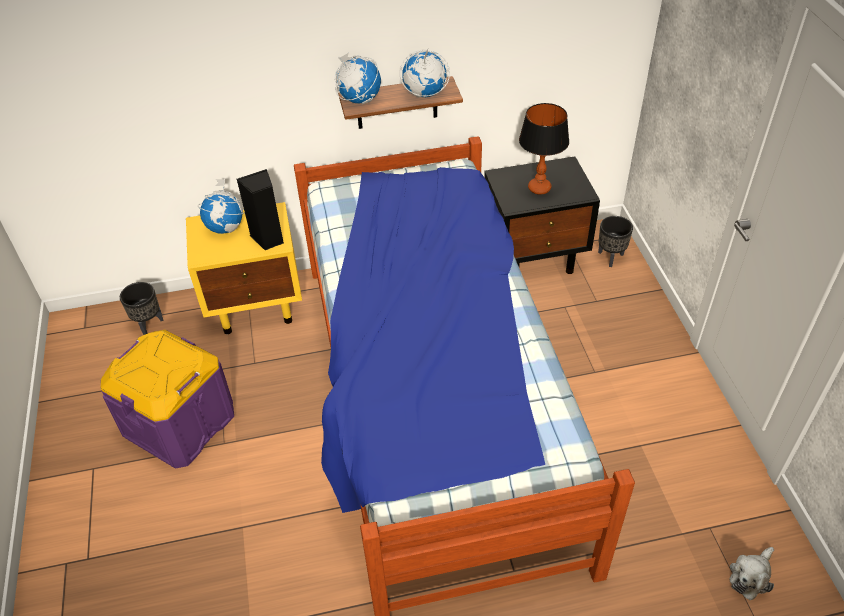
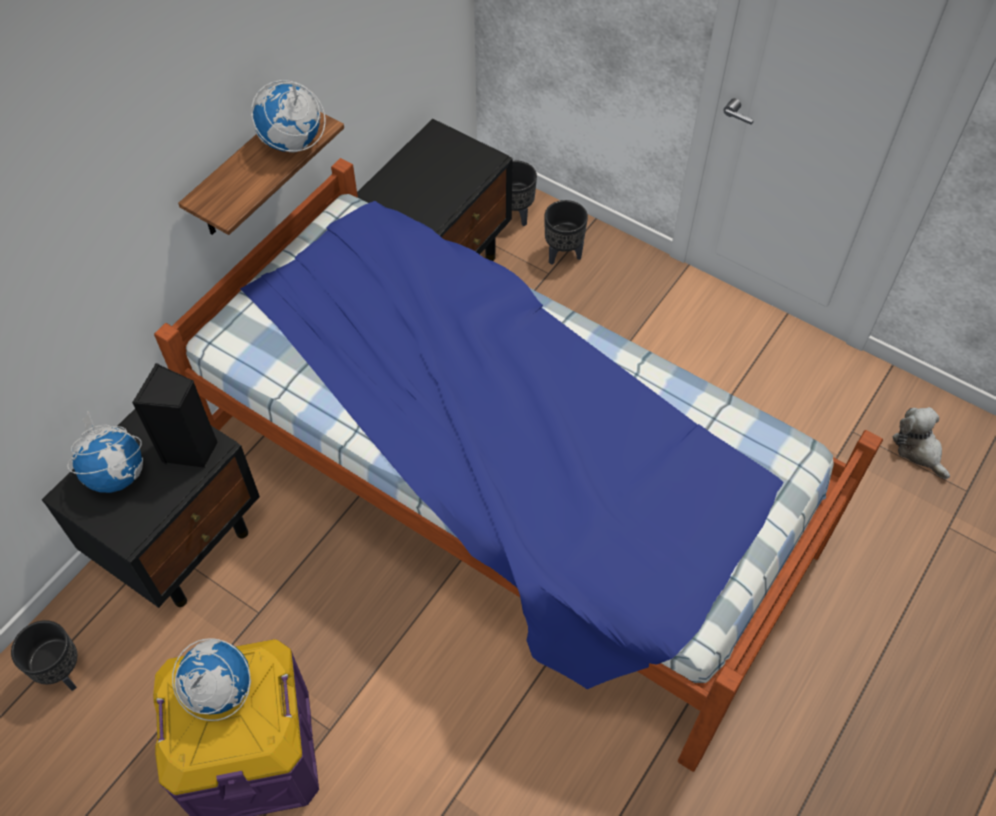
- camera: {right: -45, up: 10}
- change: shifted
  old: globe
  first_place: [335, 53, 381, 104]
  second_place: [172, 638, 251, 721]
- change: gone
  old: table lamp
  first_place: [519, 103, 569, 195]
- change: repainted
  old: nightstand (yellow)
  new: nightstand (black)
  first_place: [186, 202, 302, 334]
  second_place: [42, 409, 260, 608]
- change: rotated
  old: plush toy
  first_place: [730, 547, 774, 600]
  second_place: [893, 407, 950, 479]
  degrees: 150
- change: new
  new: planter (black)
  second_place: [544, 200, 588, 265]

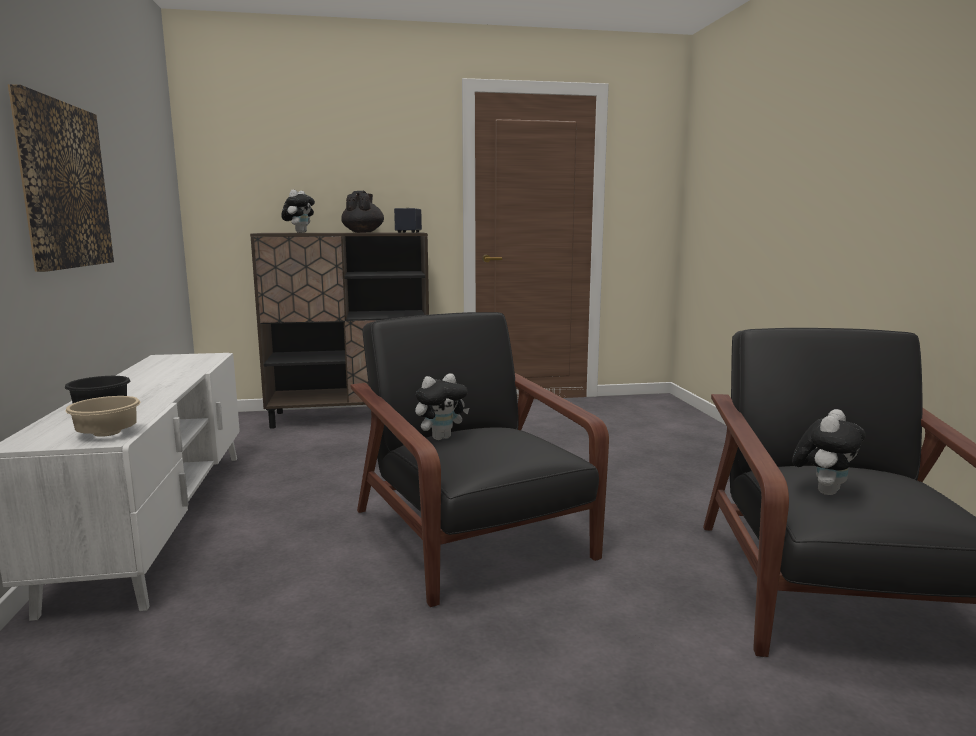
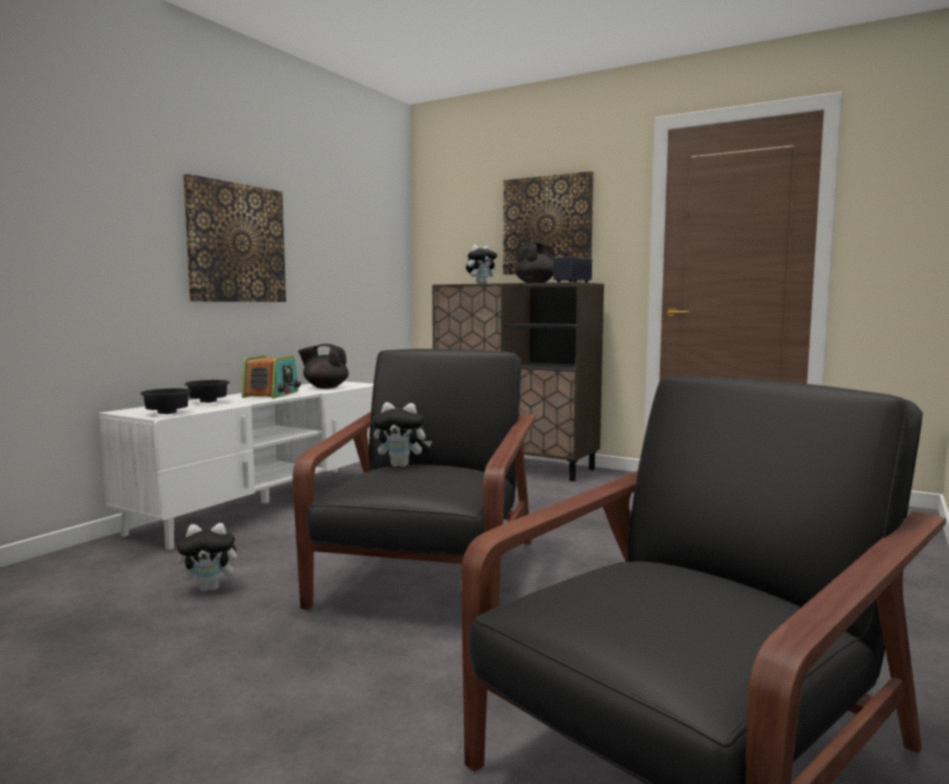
- camera: {right: 40, up: -5}
- change: repainted
  old: bowl (beige)
  new: bowl (black)
  first_place: [66, 396, 140, 437]
  second_place: [140, 388, 191, 414]
- change: shifted
  old: plush toy
  first_place: [792, 409, 866, 495]
  second_place: [177, 523, 244, 591]
- change: new
  new: picture
  second_place: [503, 171, 594, 275]
- change: new
  new: teapot (black)
  second_place: [298, 344, 349, 389]
- change: new
  new: radio
  second_place: [242, 355, 301, 399]

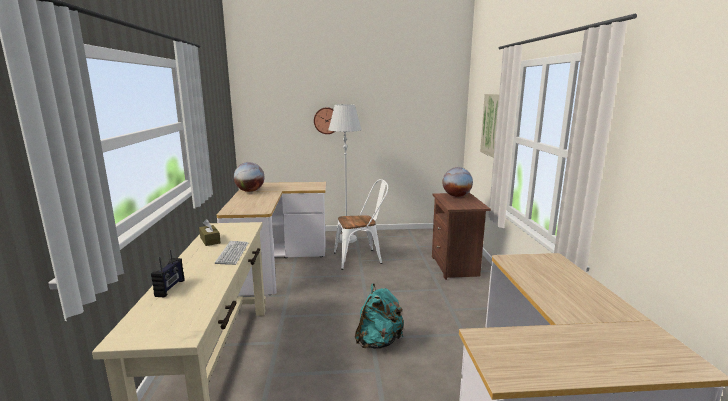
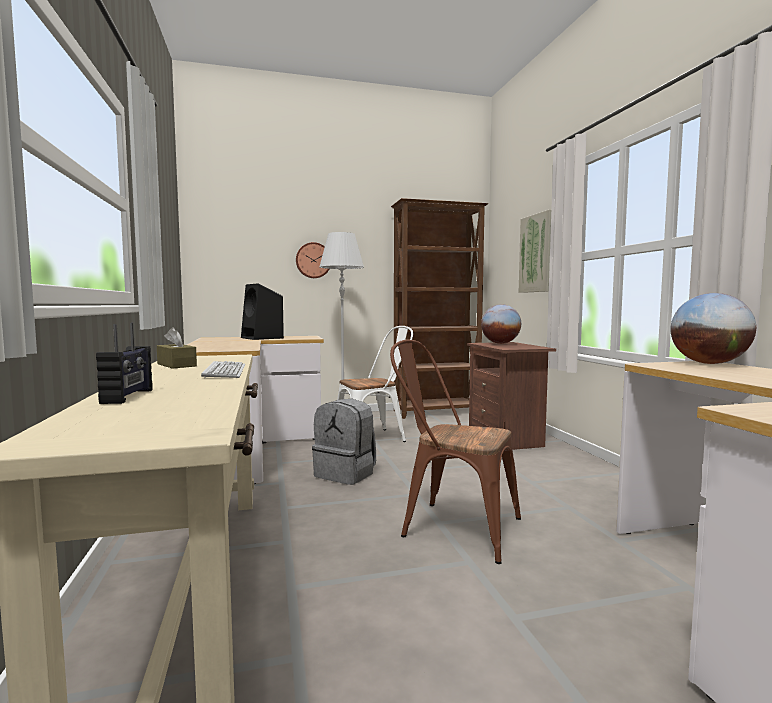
- camera: {right: -10, up: -10}
- change: shifted
  old: globe
  first_place: [234, 162, 264, 192]
  second_place: [670, 293, 756, 364]
- change: swapped
  old: backpack (turquoise)
  new: chair (brown)
  first_place: [355, 283, 404, 349]
  second_place: [390, 340, 521, 564]
- change: new
  new: bookcase (brown)
  second_place: [391, 198, 489, 419]
- change: new
  new: speaker (black)
  second_place: [241, 283, 284, 340]
- change: new
  new: backpack (grey)
  second_place: [312, 399, 376, 485]

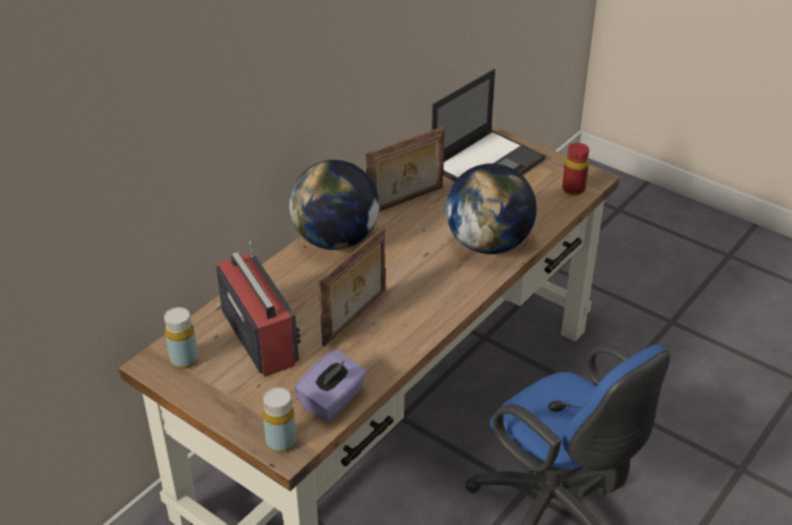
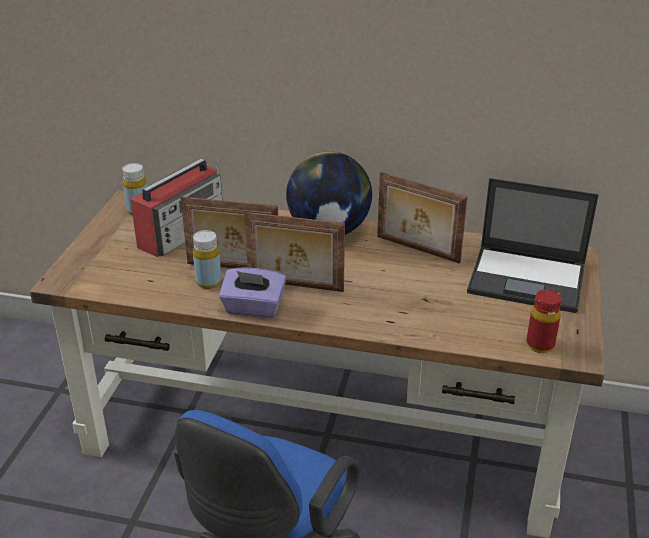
- camera: {right: 65, up: -5}
- change: gone
  old: globe
  first_place: [446, 163, 537, 254]
- change: shifted
  old: tissue box (purple)
  first_place: [294, 349, 367, 422]
  second_place: [219, 268, 286, 318]
- change: shifted
  old: bottle (yellow)
  first_place: [263, 388, 296, 453]
  second_place: [193, 230, 221, 289]
- change: new
  new: picture frame
  second_place: [244, 212, 345, 292]

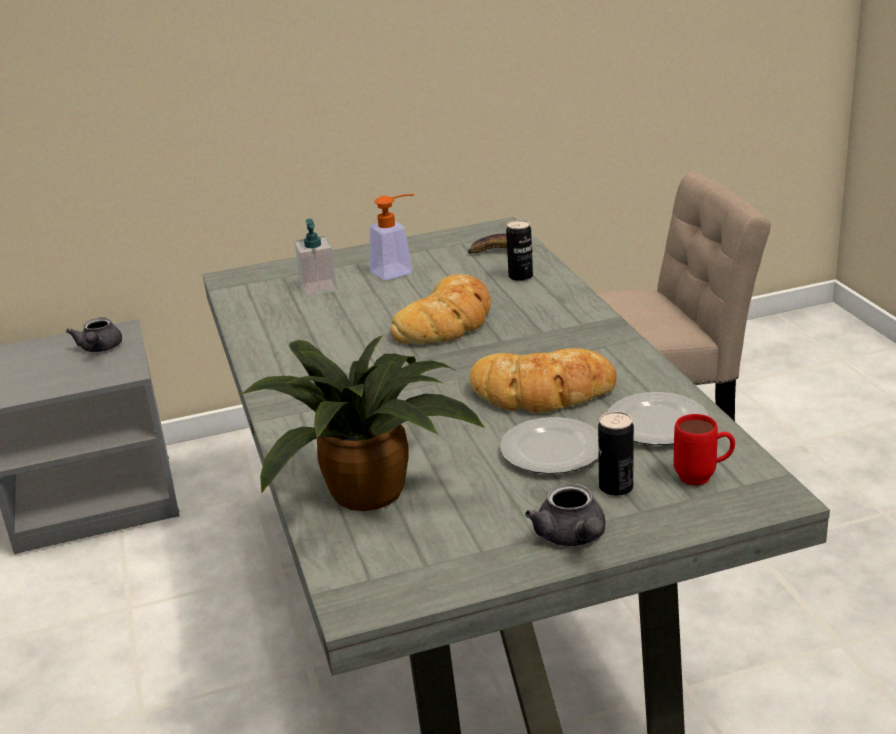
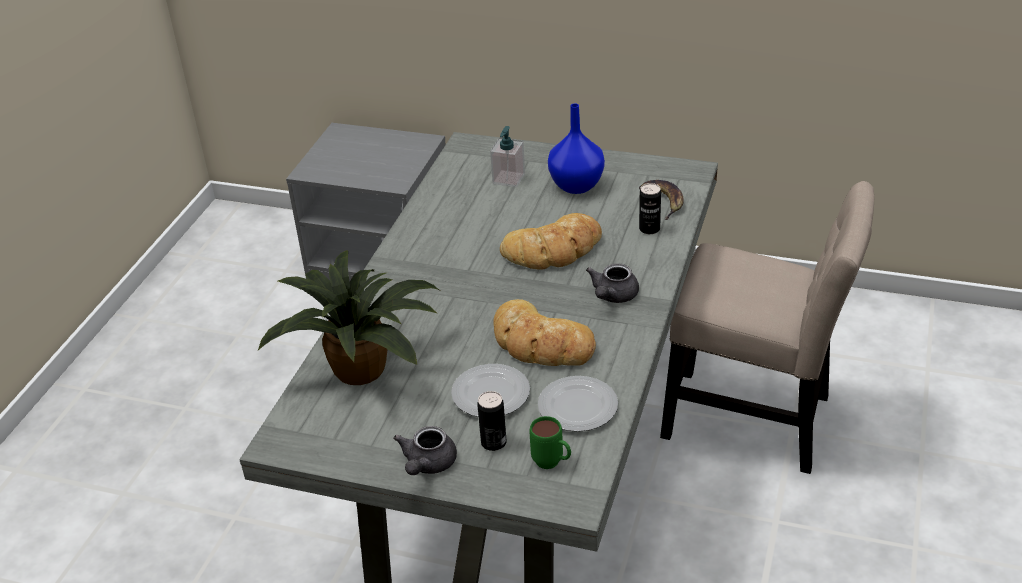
- camera: {right: 35, up: 10}
- change: swapped
  old: soap dispenser
  new: vase (blue)
  first_place: [370, 194, 414, 280]
  second_place: [548, 103, 605, 194]
- change: shifted
  old: teapot (grey)
  first_place: [66, 318, 122, 352]
  second_place: [586, 263, 639, 303]
- change: repainted
  old: mug (red)
  new: mug (green)
  first_place: [674, 414, 735, 486]
  second_place: [530, 416, 571, 469]

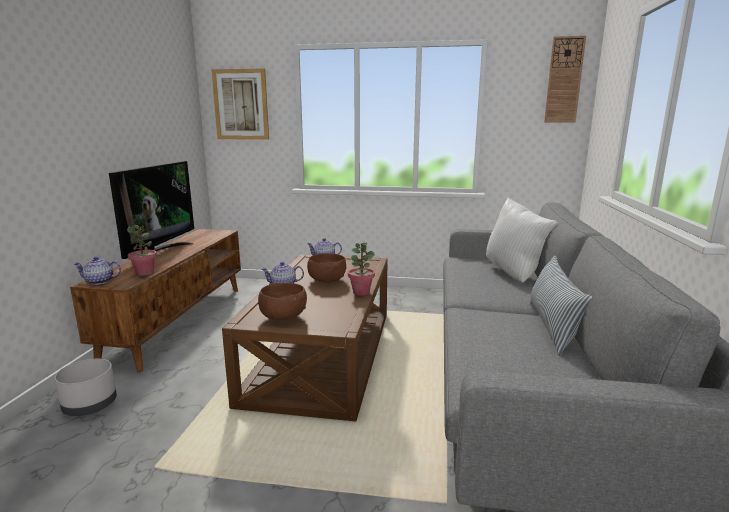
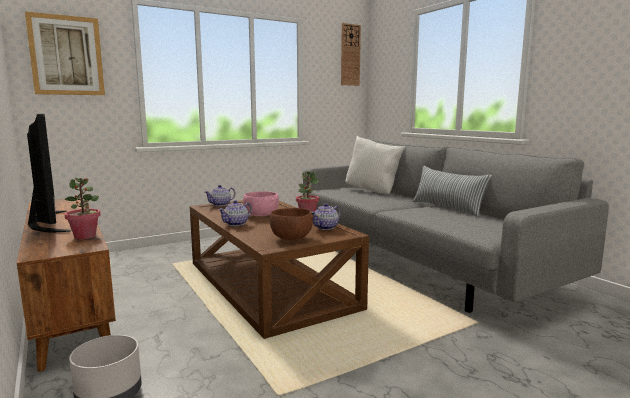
- camera: {right: -40, up: -5}
- change: repainted
  old: bowl (brown)
  new: bowl (pink)
  first_place: [307, 253, 346, 282]
  second_place: [243, 191, 279, 216]
- change: shifted
  old: teapot
  first_place: [74, 256, 121, 285]
  second_place: [312, 203, 341, 230]

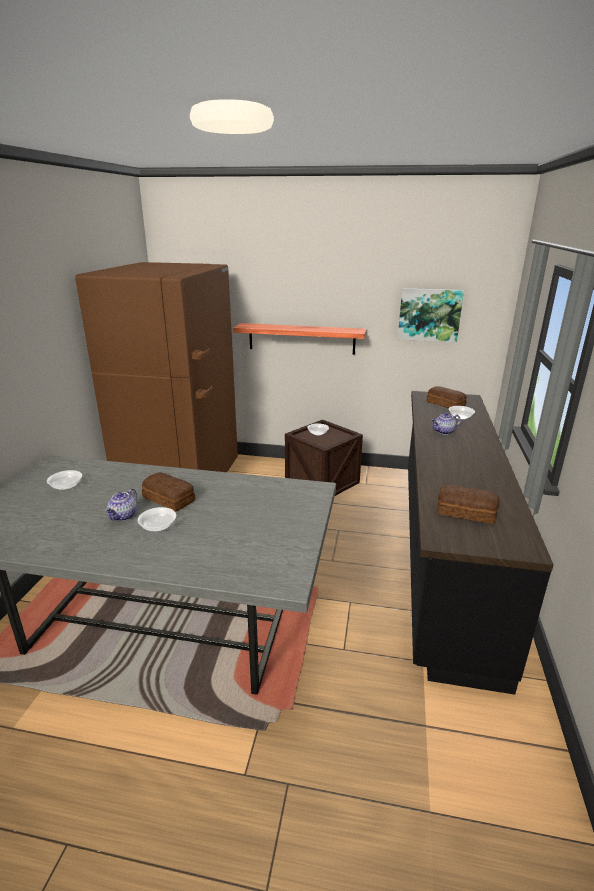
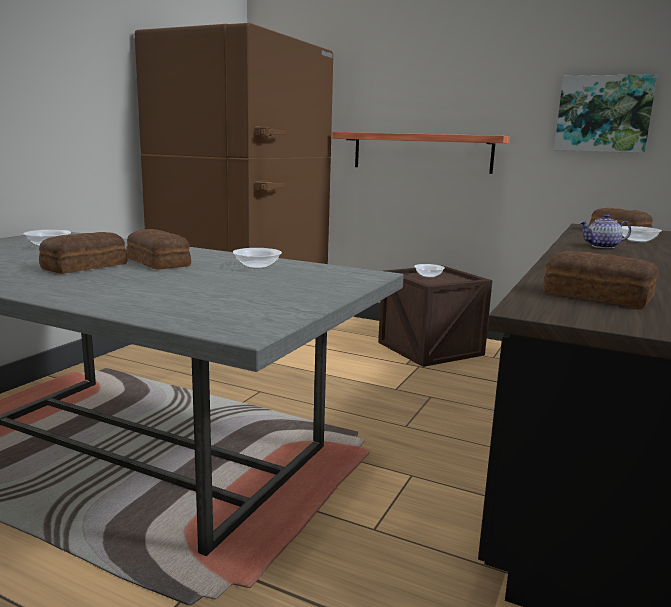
- camera: {right: 15, up: -10}
- change: swapped
  old: teapot
  new: bread
  first_place: [105, 488, 137, 521]
  second_place: [39, 232, 127, 274]
- change: shifted
  old: bowl
  first_place: [138, 507, 176, 532]
  second_place: [233, 248, 282, 269]

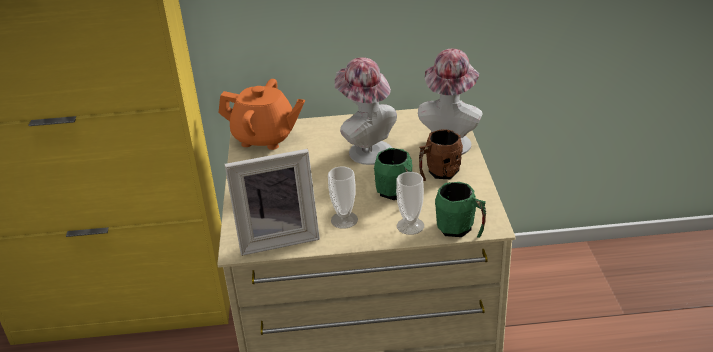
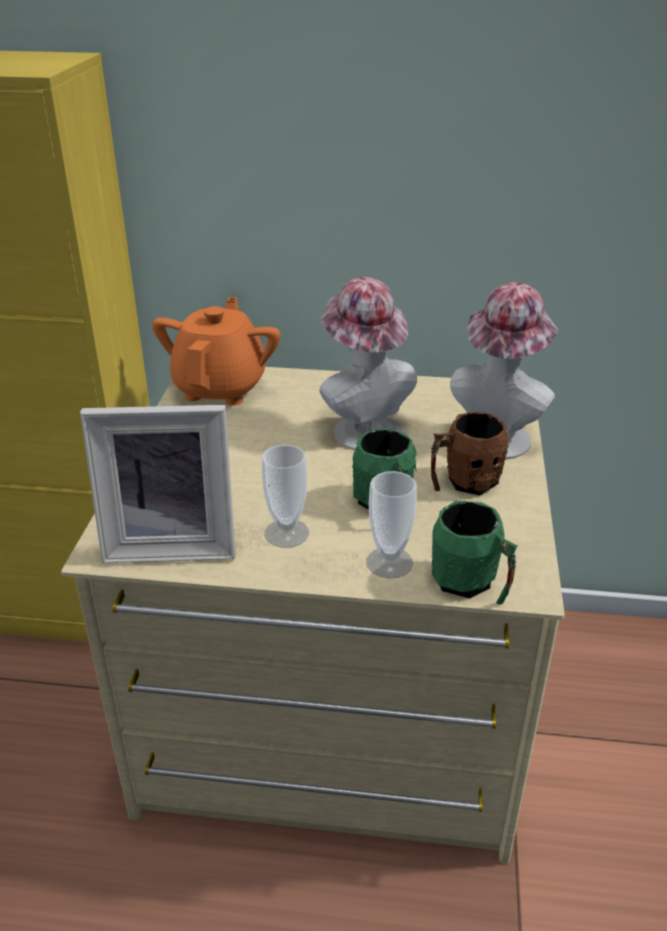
- camera: {right: 10, up: 0}
- change: rotated
  old: teapot (orange)
  first_place: [218, 79, 305, 150]
  second_place: [152, 297, 280, 405]
  degrees: -105

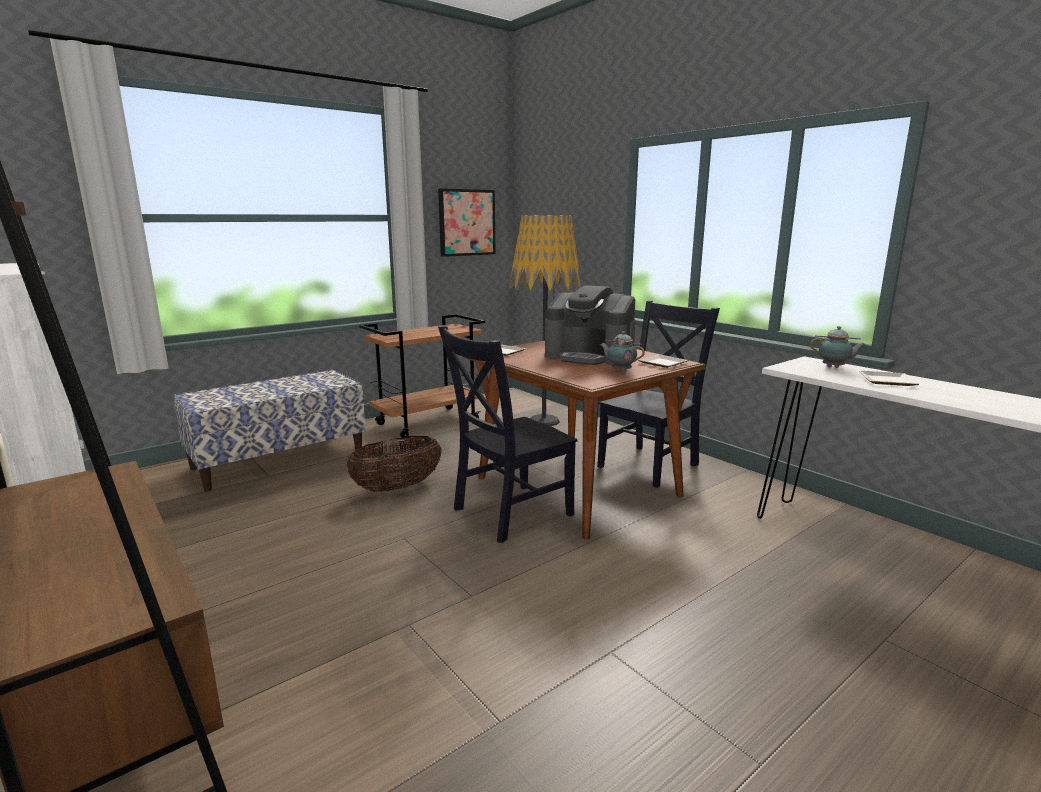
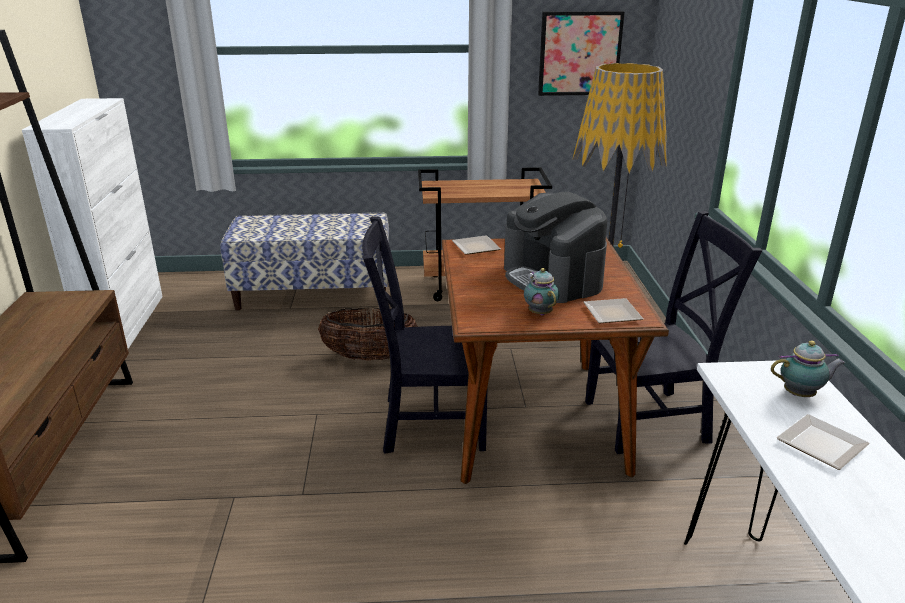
- camera: {right: 35, up: 10}
- change: rotated
  old: teapot
  first_place: [810, 326, 866, 368]
  second_place: [771, 340, 845, 397]
  degrees: -60

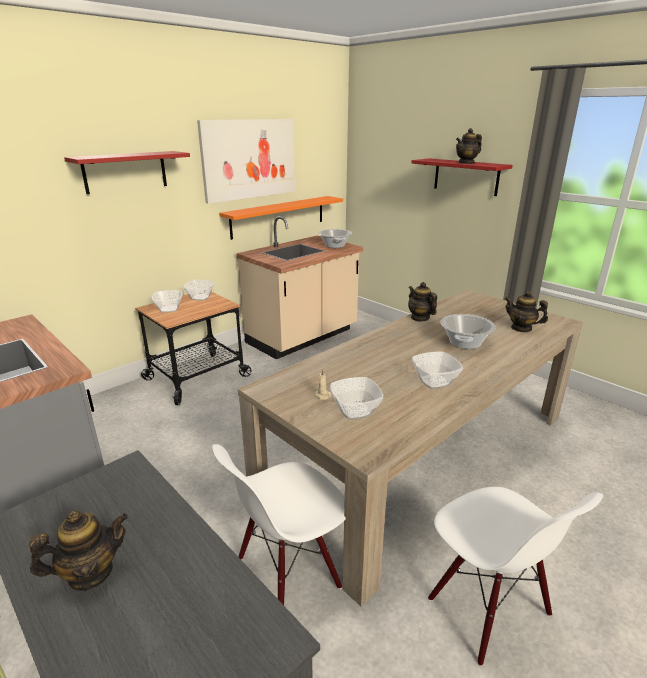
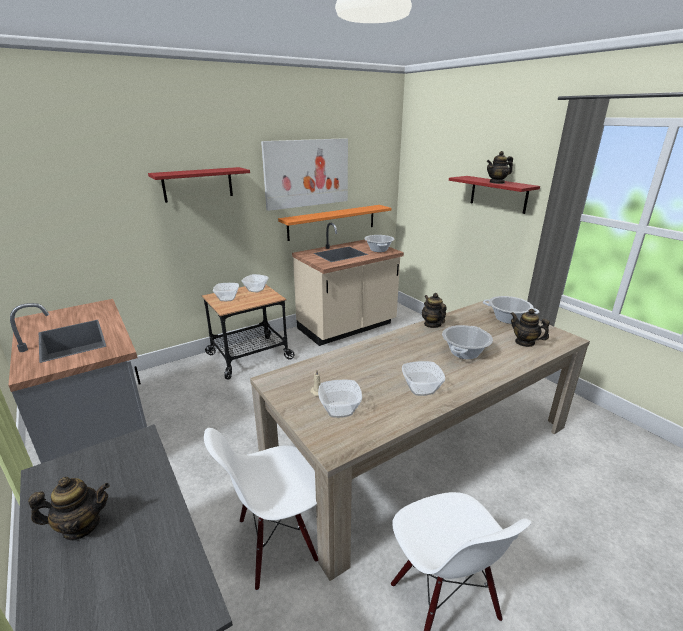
- camera: {right: 10, up: 0}
- change: new
  new: cooking pot
  second_place: [483, 296, 539, 324]

